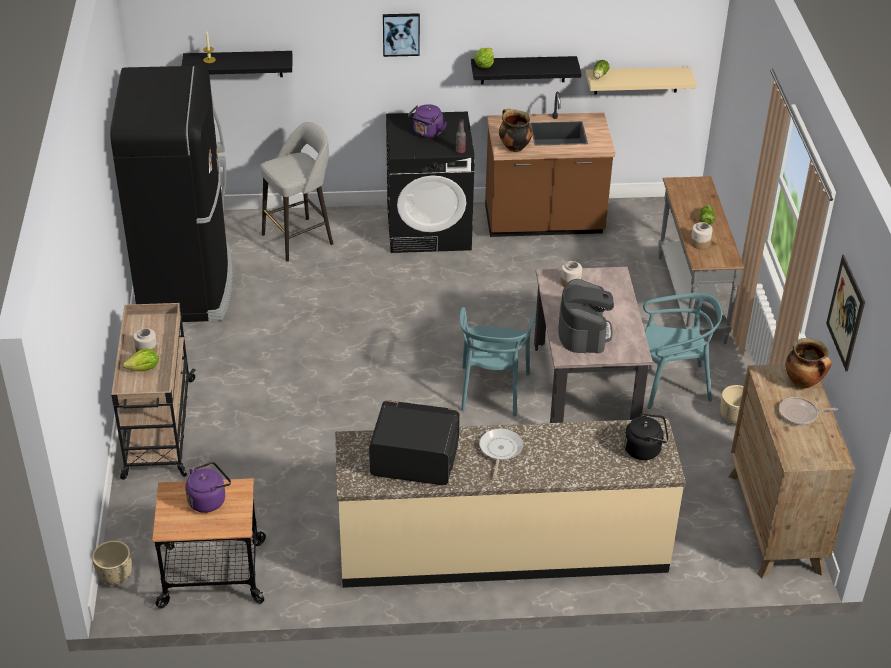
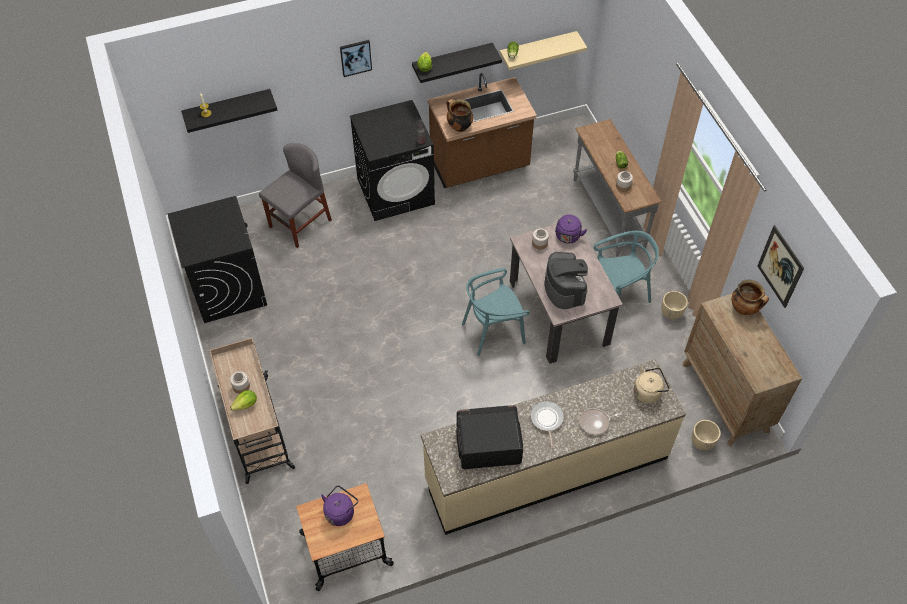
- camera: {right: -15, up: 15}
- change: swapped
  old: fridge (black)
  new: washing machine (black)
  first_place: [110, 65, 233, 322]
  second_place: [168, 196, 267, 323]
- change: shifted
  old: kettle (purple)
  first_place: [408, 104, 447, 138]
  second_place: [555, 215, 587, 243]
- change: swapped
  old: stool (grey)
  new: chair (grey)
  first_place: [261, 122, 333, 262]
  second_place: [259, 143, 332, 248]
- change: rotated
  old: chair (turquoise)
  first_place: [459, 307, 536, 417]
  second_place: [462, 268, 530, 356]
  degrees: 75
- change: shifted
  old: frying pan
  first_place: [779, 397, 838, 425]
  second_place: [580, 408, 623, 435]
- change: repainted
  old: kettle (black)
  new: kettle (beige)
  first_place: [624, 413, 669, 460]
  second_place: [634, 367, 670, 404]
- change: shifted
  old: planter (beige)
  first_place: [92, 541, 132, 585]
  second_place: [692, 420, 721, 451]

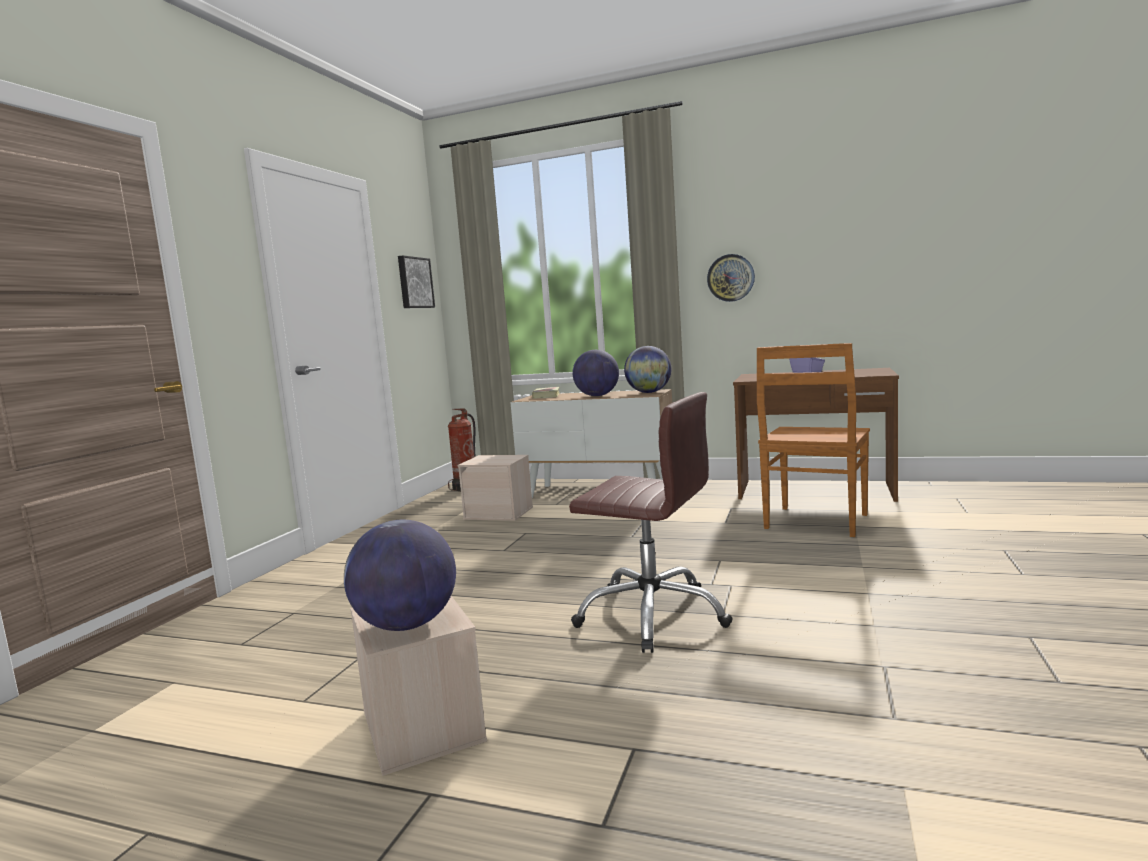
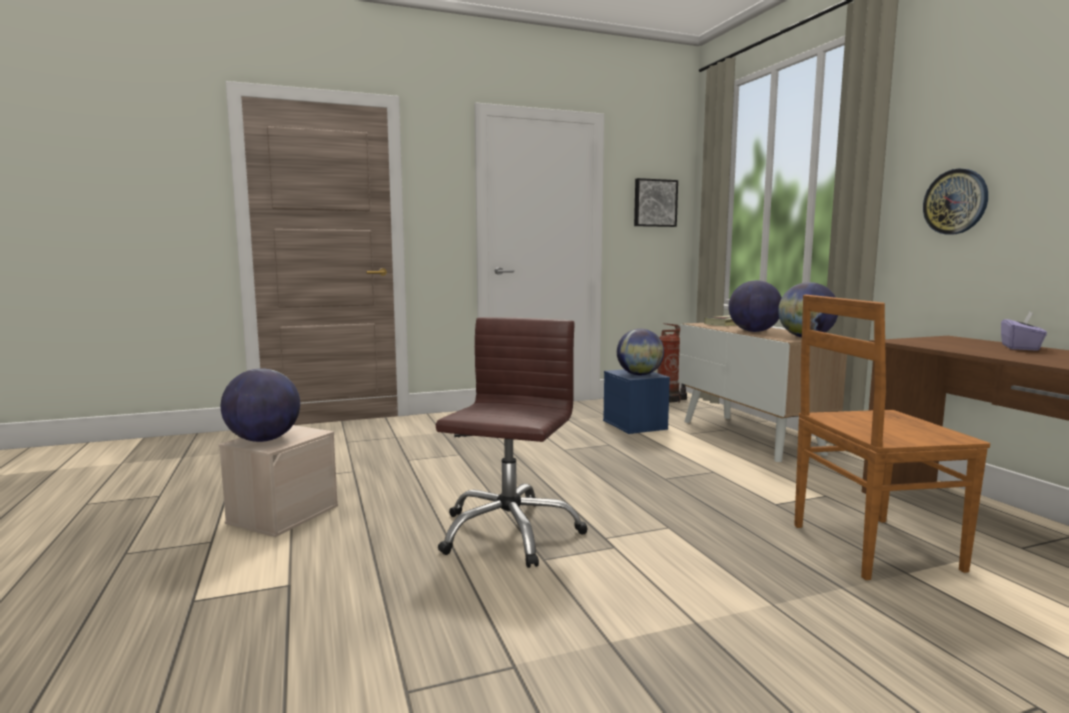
- camera: {right: 50, up: 0}
- change: rotated
  old: office chair (brown)
  first_place: [569, 392, 733, 653]
  second_place: [436, 317, 588, 568]
  degrees: -150
- change: repainted
  old: storage box (beige)
  new: storage box (blue)
  first_place: [458, 455, 533, 521]
  second_place: [603, 369, 670, 434]
- change: new
  new: globe
  second_place: [617, 329, 664, 375]

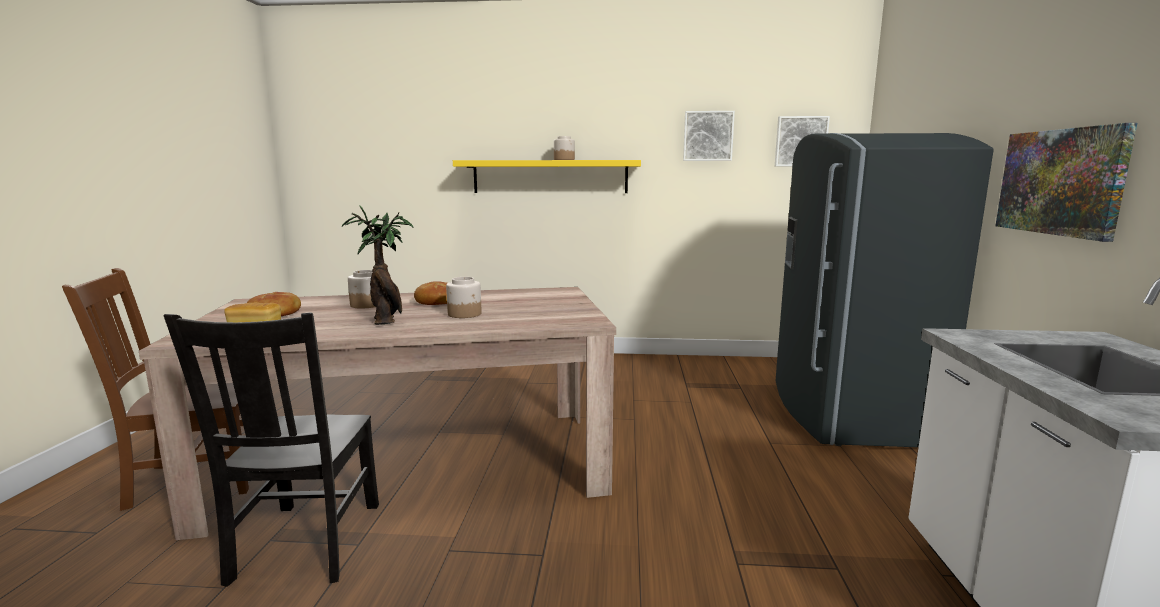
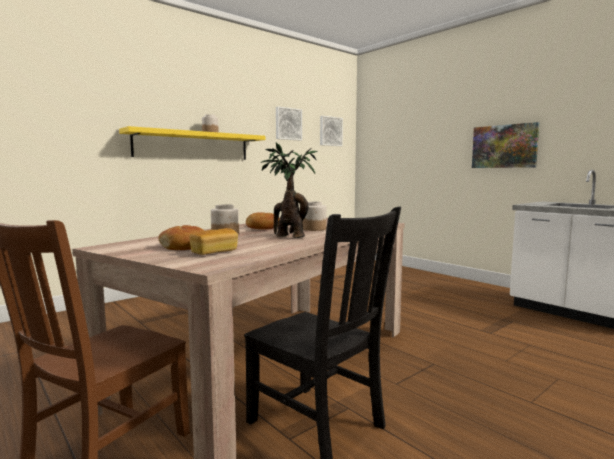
- camera: {right: -45, up: -5}
- change: gone
  old: fridge (grey)
  first_place: [775, 133, 994, 447]

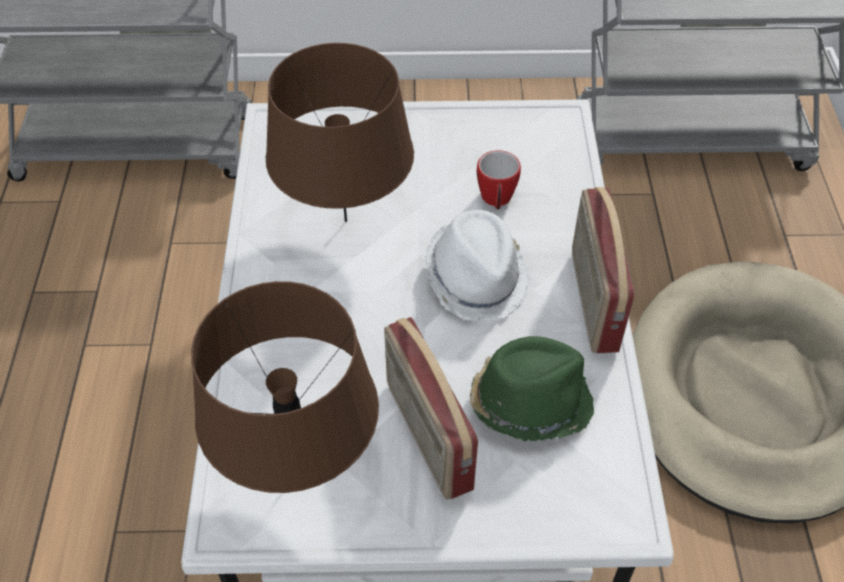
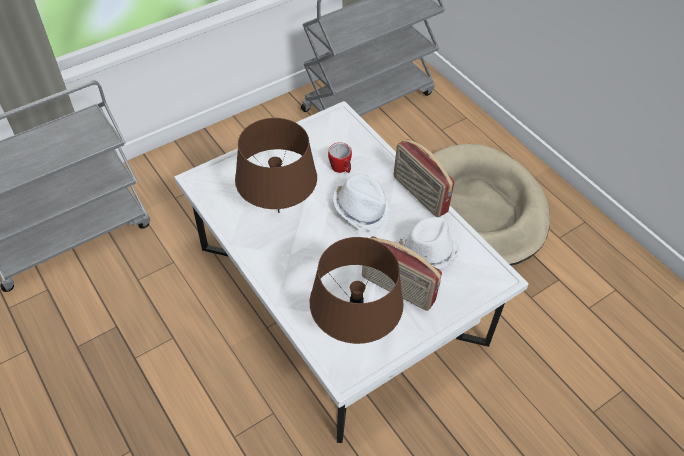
- camera: {right: -35, up: 0}
- change: repainted
  old: hat (green)
  new: hat (white)
  first_place: [470, 336, 594, 441]
  second_place: [399, 217, 460, 269]

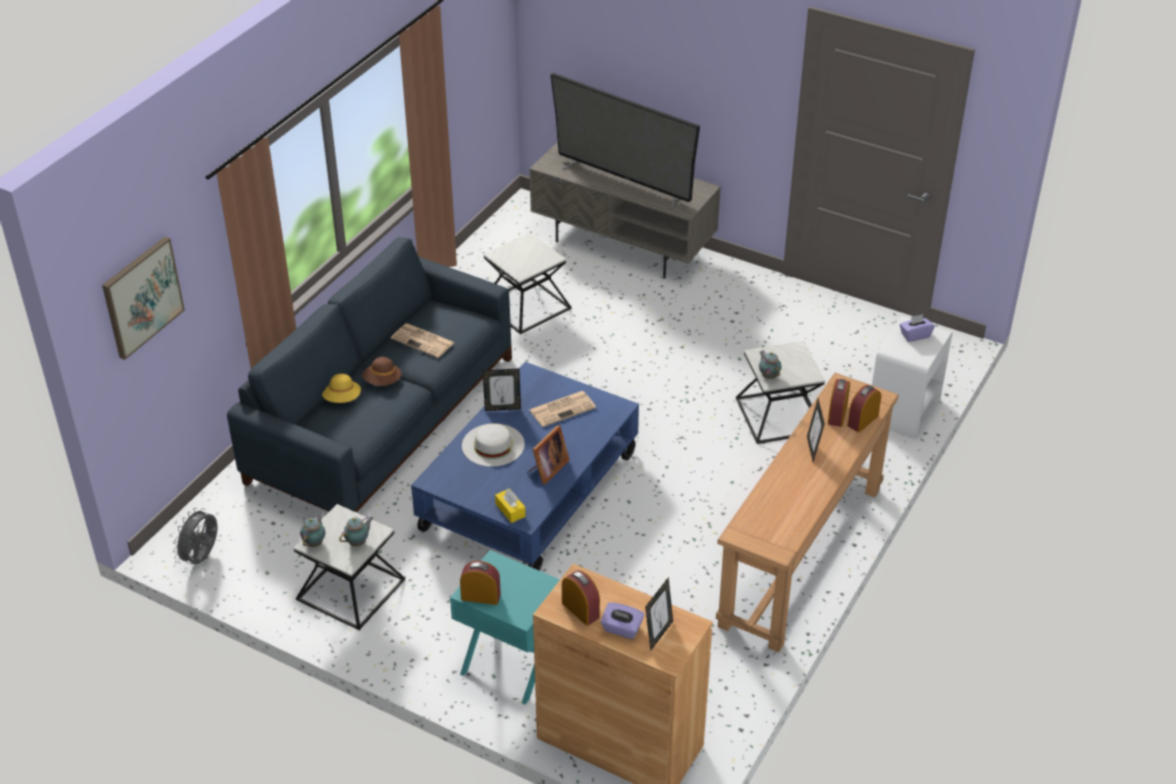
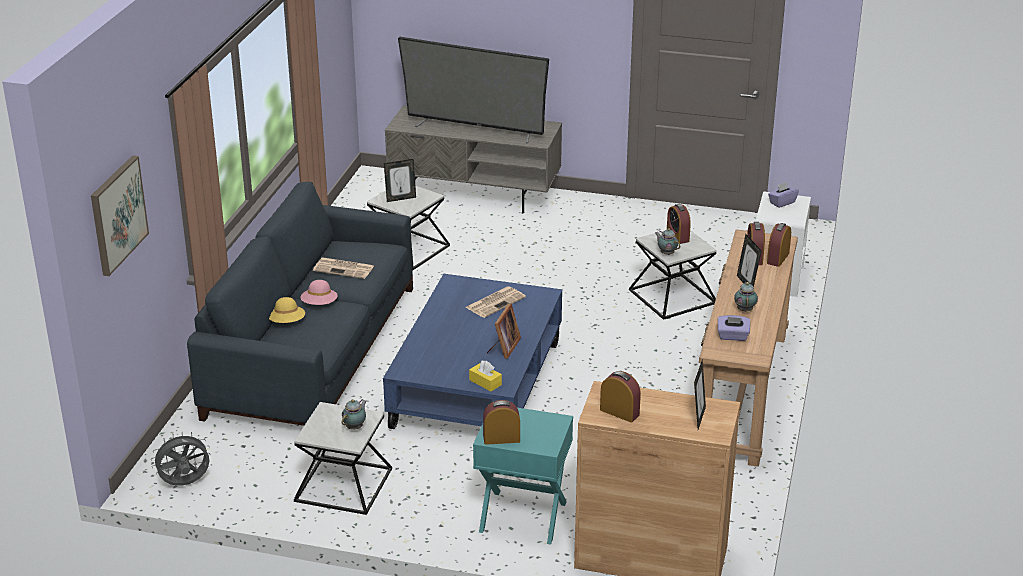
- camera: {right: -15, up: -10}
- change: repainted
  old: hat (brown)
  new: hat (pink)
  first_place: [362, 357, 402, 386]
  second_place: [300, 280, 338, 305]
- change: shifted
  old: picture frame
  first_place: [483, 368, 521, 411]
  second_place: [384, 159, 416, 202]
- change: gone
  old: hat (white)
  first_place: [462, 423, 525, 467]
- change: rotated
  old: fan (grey)
  first_place: [173, 508, 217, 564]
  second_place: [151, 432, 211, 486]
  degrees: 60
- change: shifted
  old: teapot
  first_place: [300, 514, 325, 547]
  second_place: [734, 282, 758, 312]
- change: shifted
  old: tissue box (purple)
  first_place: [600, 602, 644, 639]
  second_place: [718, 315, 750, 341]
- change: new
  new: alarm clock
  second_place: [667, 204, 691, 244]

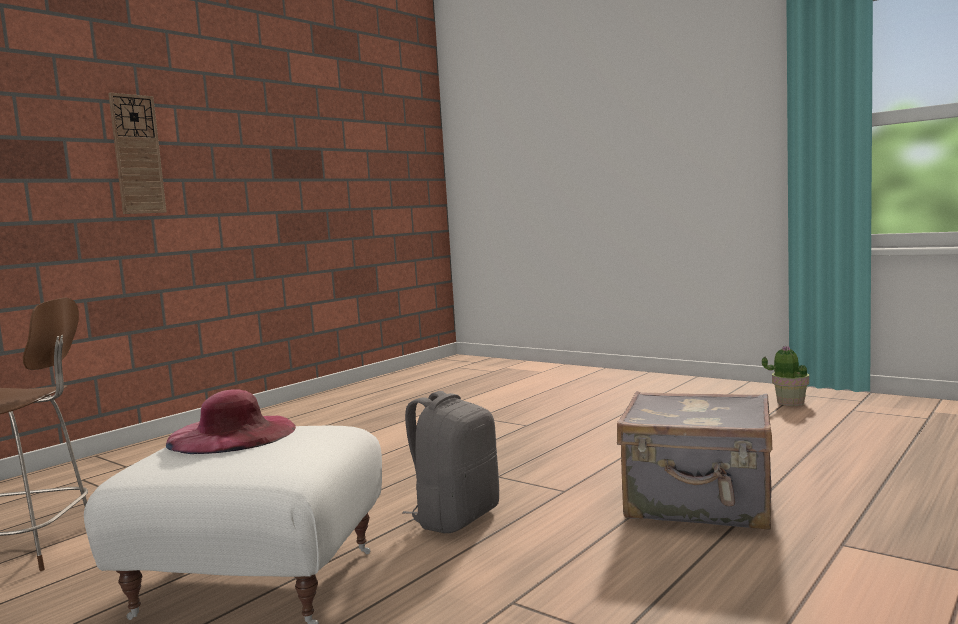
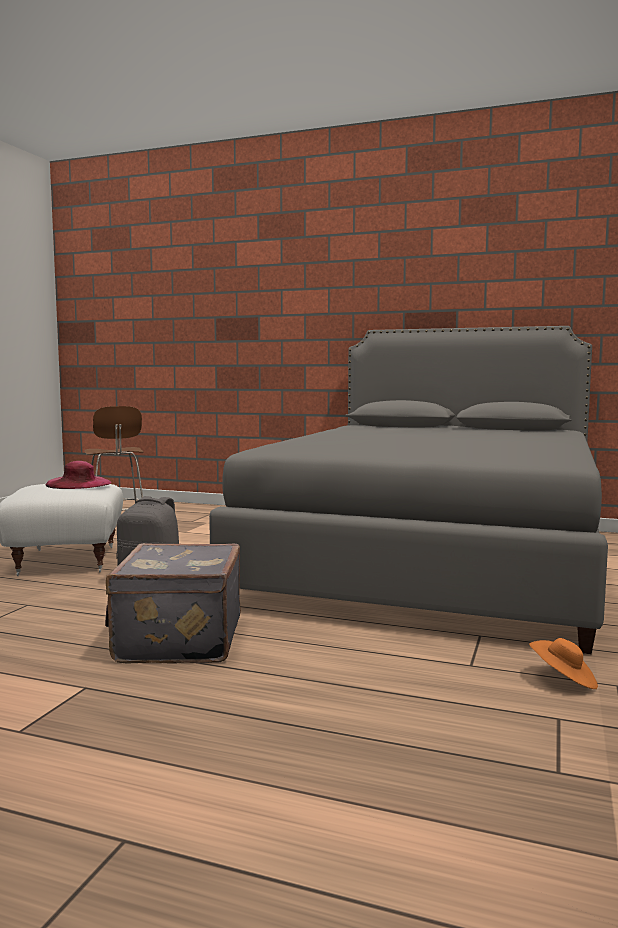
- camera: {right: 70, up: 0}
- change: gone
  old: wall clock
  first_place: [108, 93, 167, 214]
- change: swapped
  old: potted plant
  new: hat (orange)
  first_place: [761, 346, 809, 406]
  second_place: [529, 638, 598, 689]
- change: new
  new: bed (grey)
  second_place: [209, 326, 608, 654]

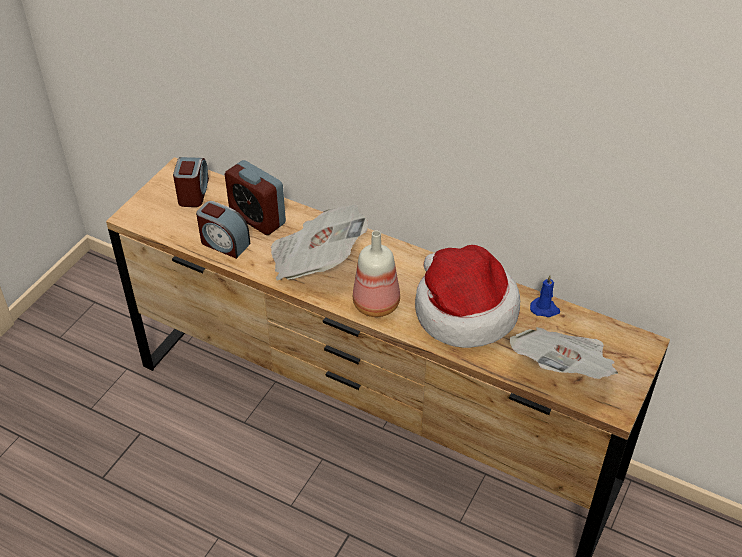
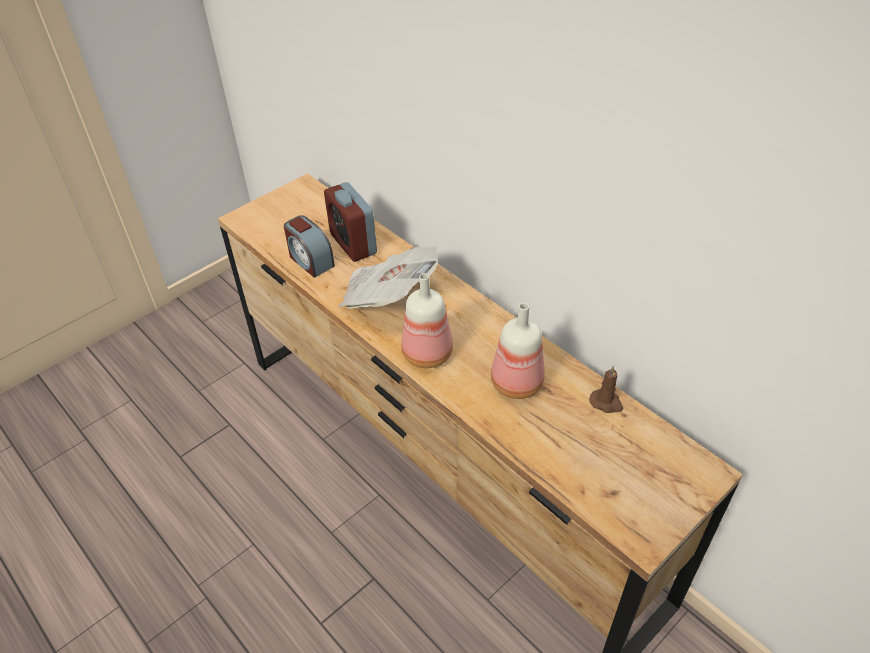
- camera: {right: 20, up: 0}
- change: gone
  old: alarm clock
  first_place: [173, 157, 209, 207]
- change: swapped
  old: hat
  new: bottle
  first_place: [415, 245, 520, 348]
  second_place: [491, 303, 545, 399]
- change: repainted
  old: candle (blue)
  new: candle (brown)
  first_place: [530, 275, 560, 317]
  second_place: [589, 365, 623, 413]
- change: gone
  old: newspaper
  first_place: [509, 327, 618, 379]

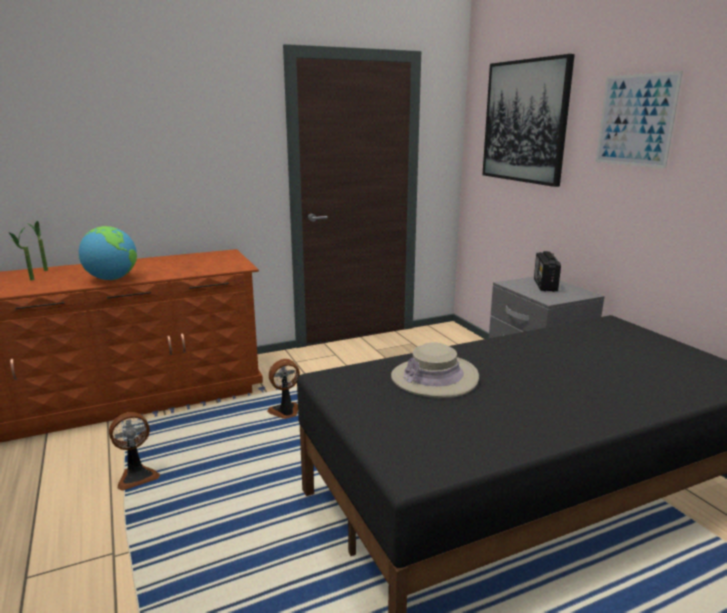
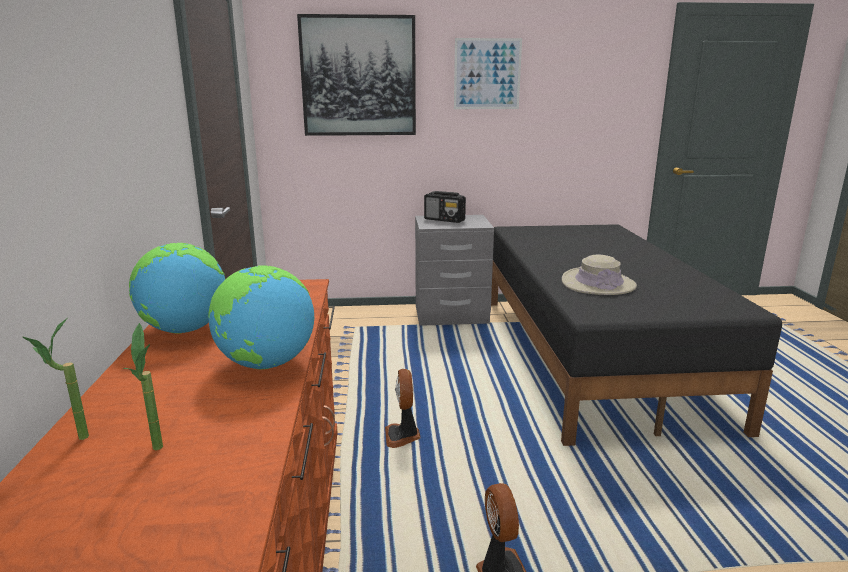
- camera: {right: -70, up: 0}
- change: new
  new: globe
  second_place: [129, 243, 225, 334]

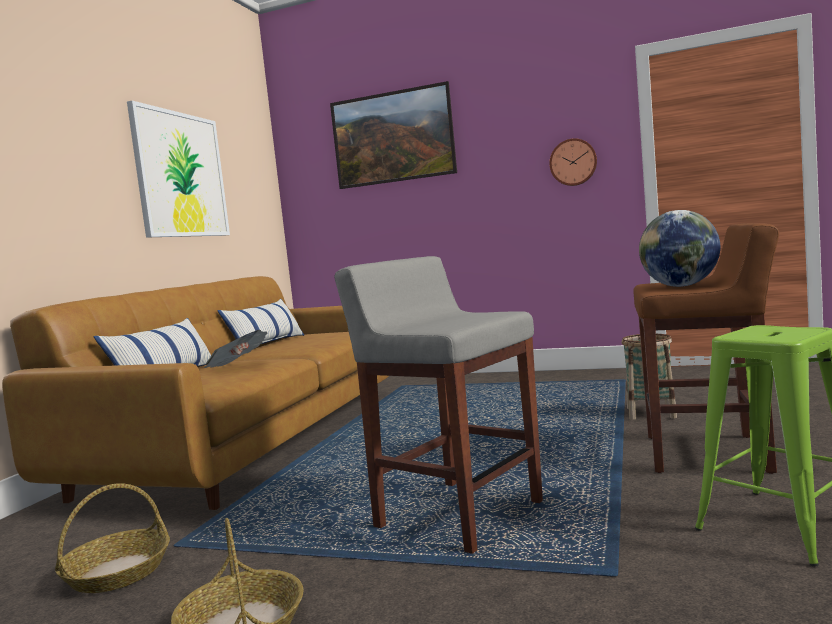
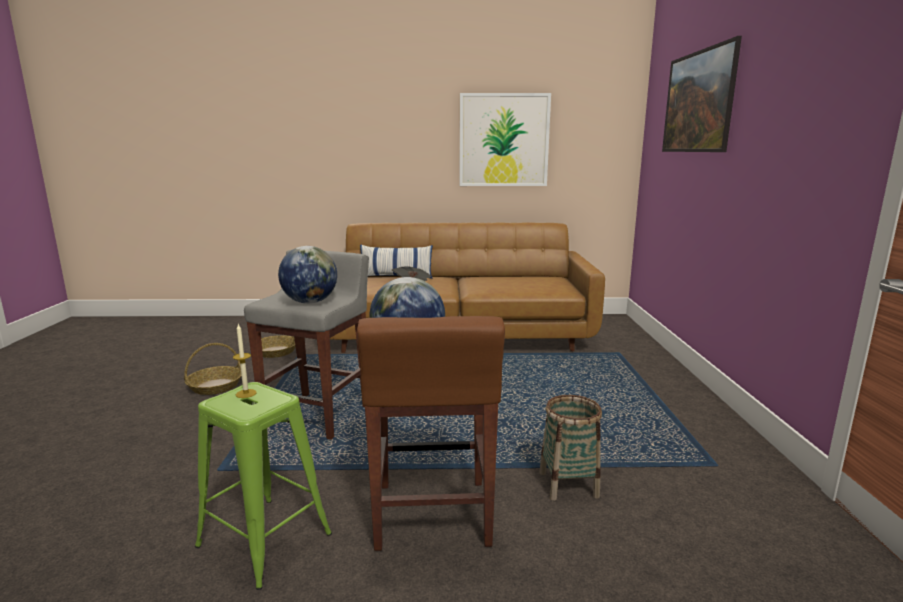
- camera: {right: 70, up: 10}
- change: gone
  old: wall clock
  first_place: [549, 138, 597, 186]
- change: gone
  old: pillow
  first_place: [217, 299, 304, 344]
- change: new
  new: globe
  second_place: [278, 246, 337, 304]
- change: new
  new: candle
  second_place: [233, 324, 257, 398]

